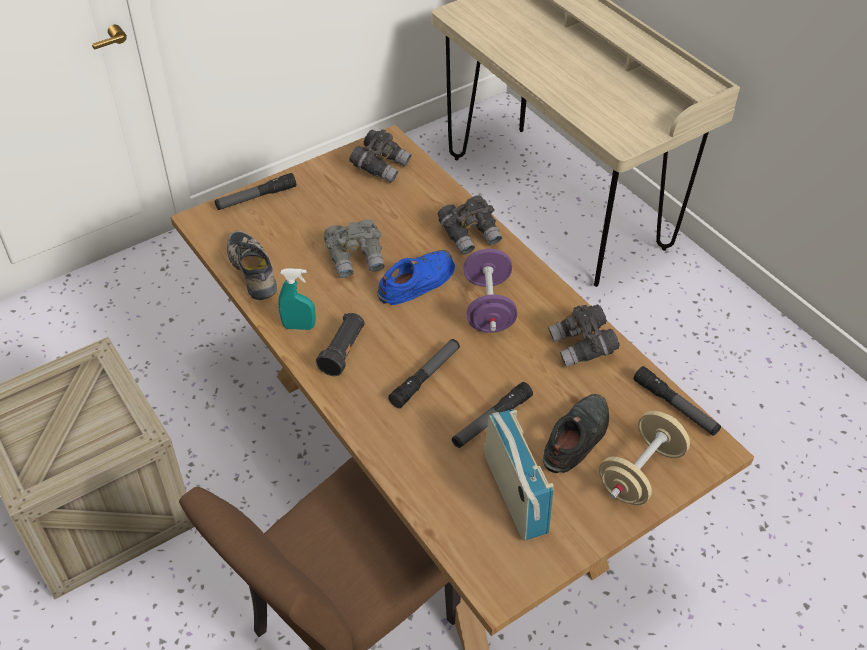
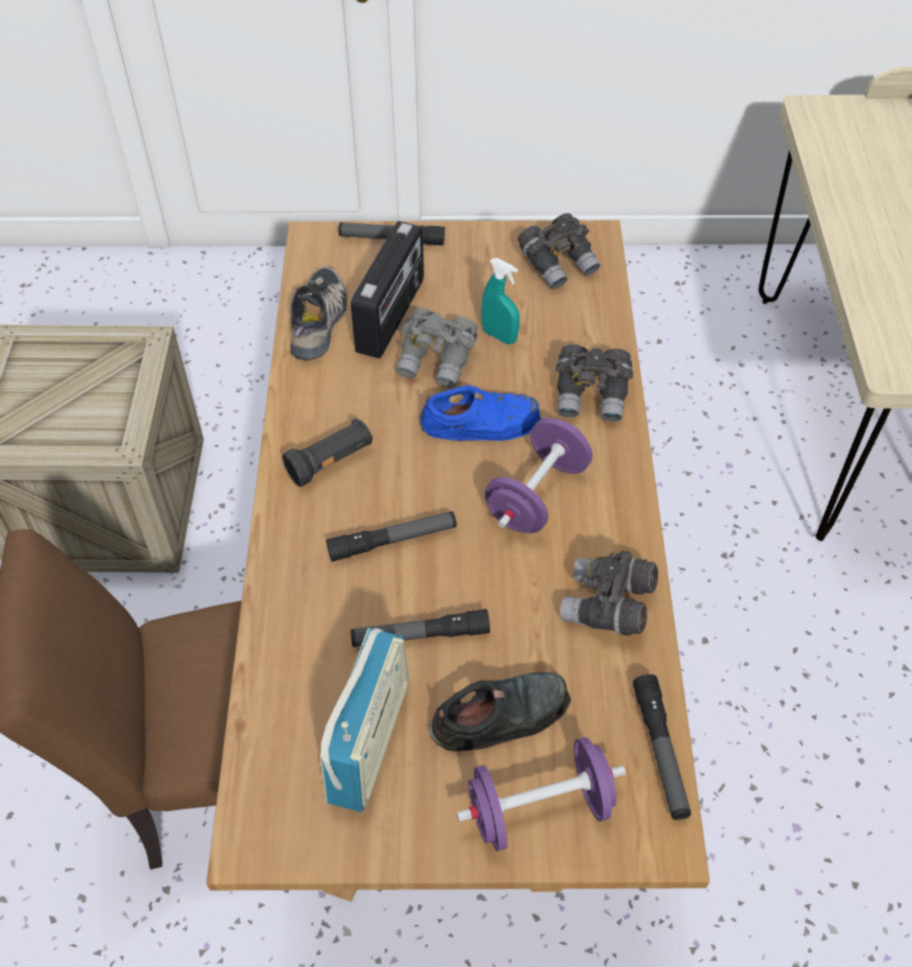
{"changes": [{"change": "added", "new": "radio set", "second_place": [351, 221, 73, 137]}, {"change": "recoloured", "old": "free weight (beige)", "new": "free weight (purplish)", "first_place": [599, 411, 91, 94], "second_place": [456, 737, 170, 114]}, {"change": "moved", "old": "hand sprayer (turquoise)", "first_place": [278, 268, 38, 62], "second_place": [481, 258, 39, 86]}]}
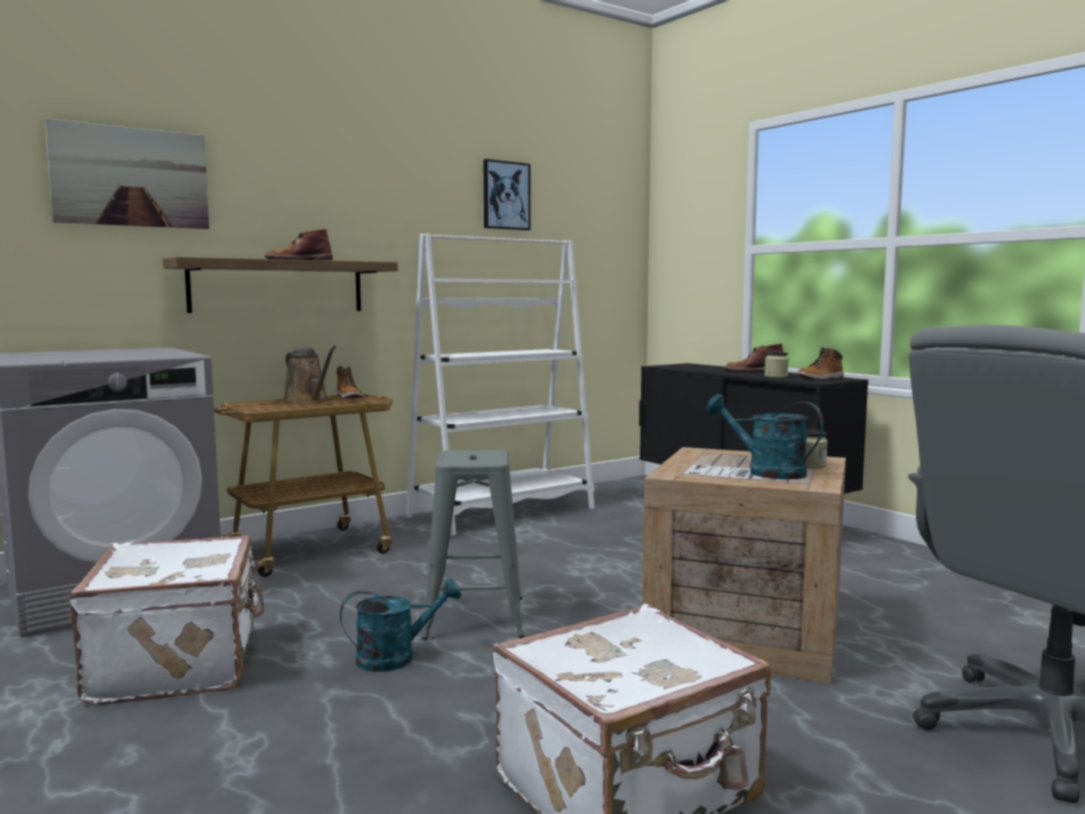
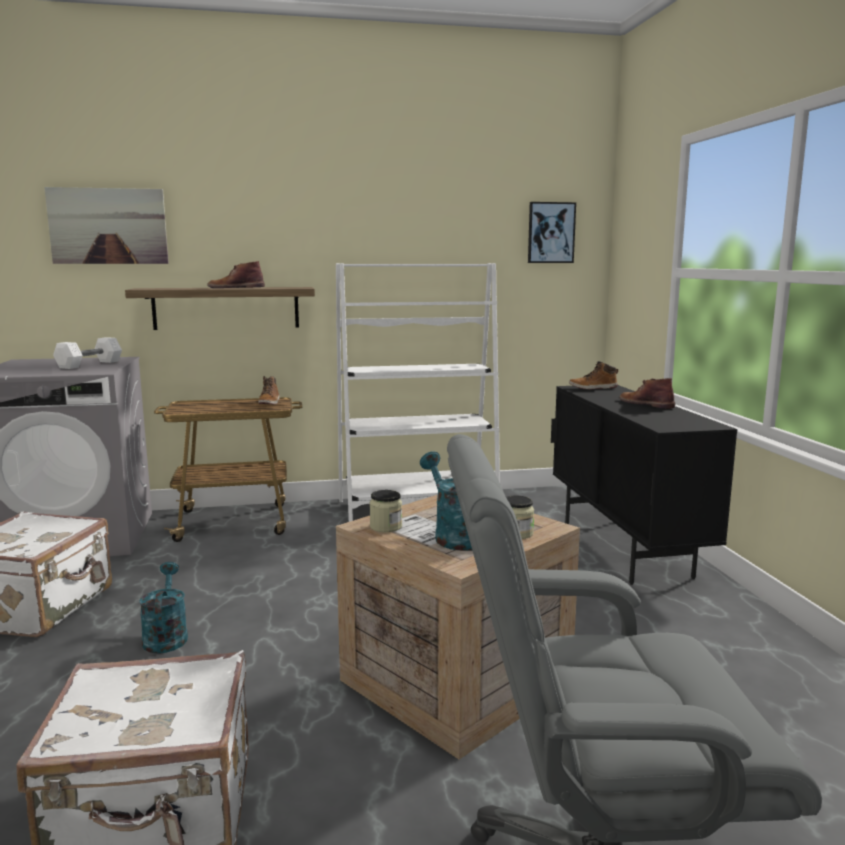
{"changes": [{"change": "added", "new": "free weight (whitish)", "second_place": [53, 337, 69, 32]}, {"change": "turned", "old": "watering can (turquoise)", "first_place": [340, 578, 122, 94], "second_place": [139, 562, 49, 92], "degrees": -105}, {"change": "moved", "old": "storage jar", "first_place": [764, 352, 25, 26], "second_place": [370, 490, 32, 42]}, {"change": "moved", "old": "wall picture", "first_place": [484, 159, 47, 71], "second_place": [528, 202, 48, 61]}, {"change": "moved", "old": "boot", "first_place": [797, 347, 47, 33], "second_place": [569, 361, 49, 29]}, {"change": "removed", "old": "watering can (brown)", "first_place": [283, 346, 53, 56]}, {"change": "removed", "old": "sitting stool (greyish)", "first_place": [422, 450, 102, 190]}]}
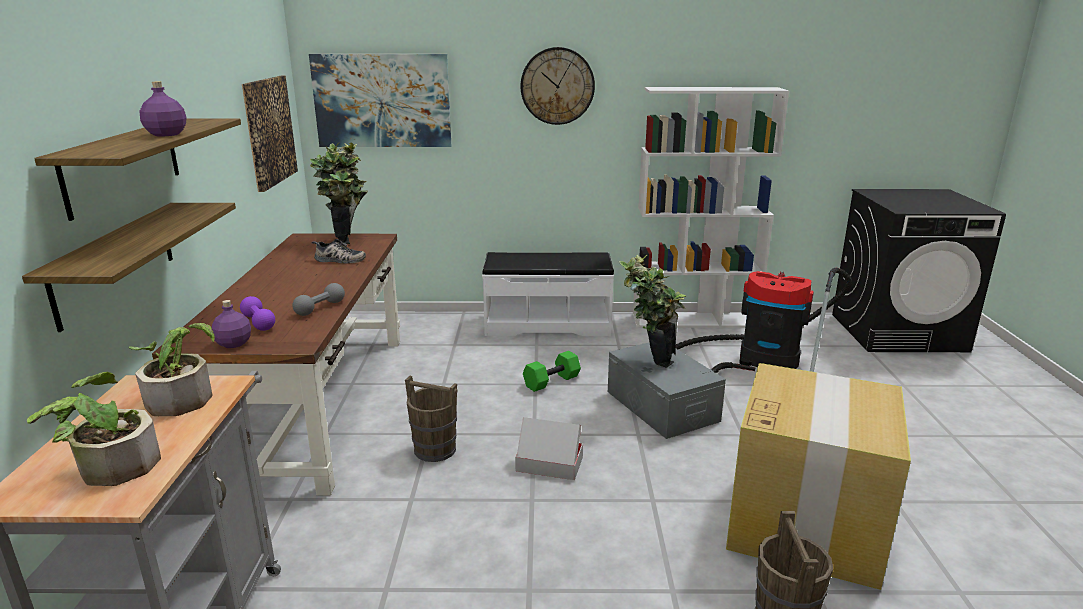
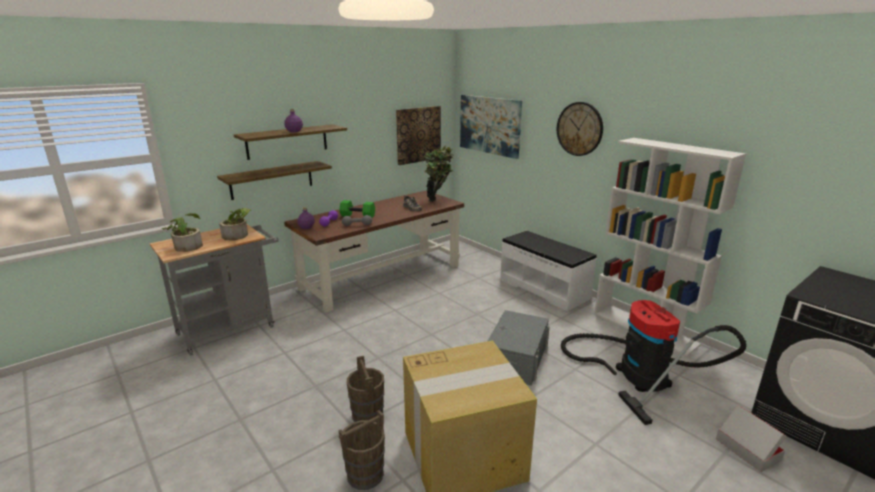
{"changes": [{"change": "moved", "old": "free weight (green)", "first_place": [523, 351, 58, 41], "second_place": [339, 200, 36, 18]}, {"change": "moved", "old": "pail (brown)", "first_place": [405, 376, 53, 86], "second_place": [347, 356, 37, 66]}, {"change": "moved", "old": "carton", "first_place": [515, 417, 68, 63], "second_place": [716, 405, 70, 67]}, {"change": "removed", "old": "potted plant", "first_place": [619, 255, 67, 113]}]}
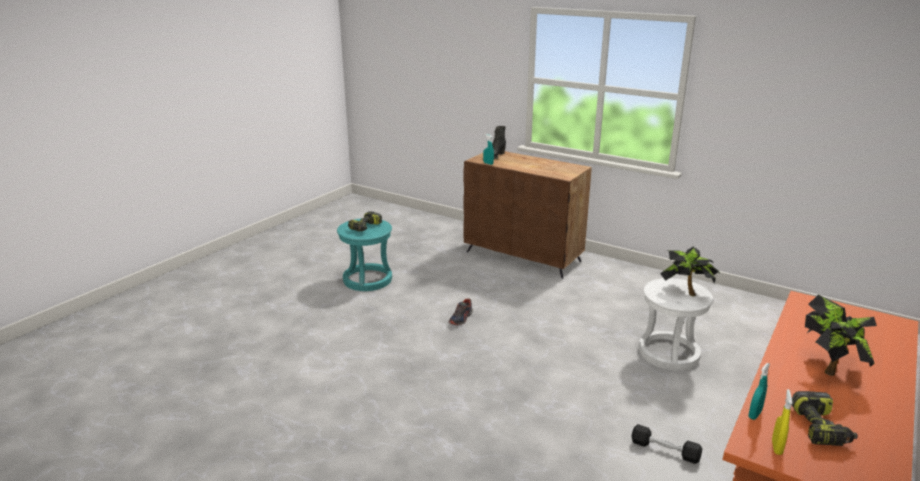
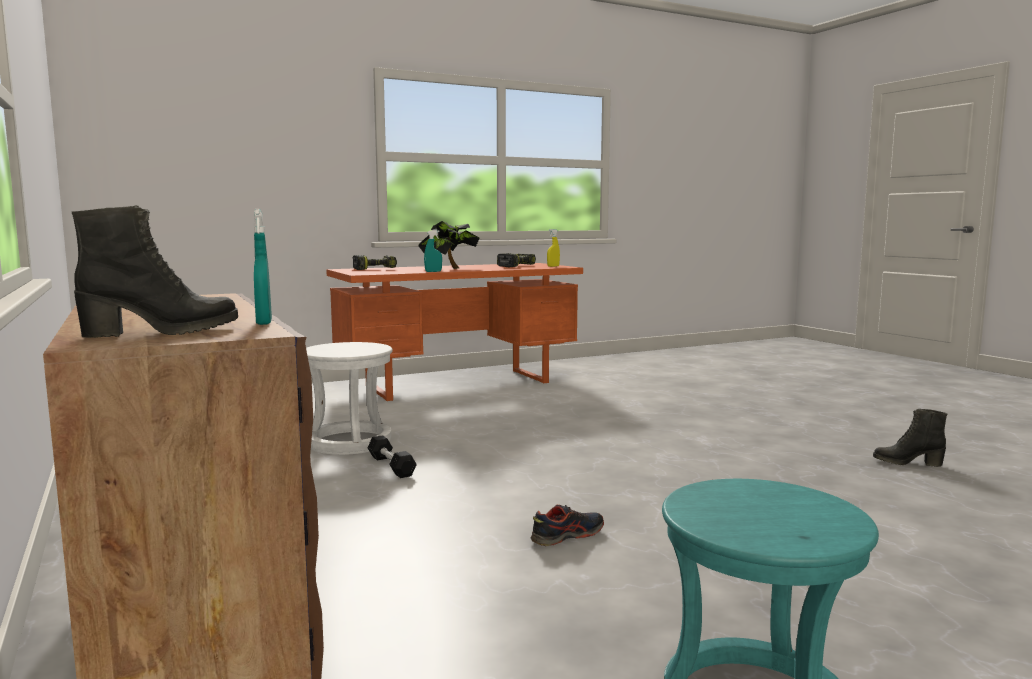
{"changes": [{"change": "moved", "old": "electric drill", "first_place": [348, 211, 34, 21], "second_place": [353, 255, 44, 15]}, {"change": "moved", "old": "free weight (blackish)", "first_place": [632, 424, 70, 40], "second_place": [368, 435, 49, 43]}, {"change": "moved", "old": "hand sprayer (turquoise)", "first_place": [748, 363, 22, 57], "second_place": [424, 230, 18, 42]}, {"change": "added", "new": "boot (blackish)", "second_place": [873, 409, 74, 58]}, {"change": "removed", "old": "potted plant", "first_place": [660, 247, 60, 49]}]}
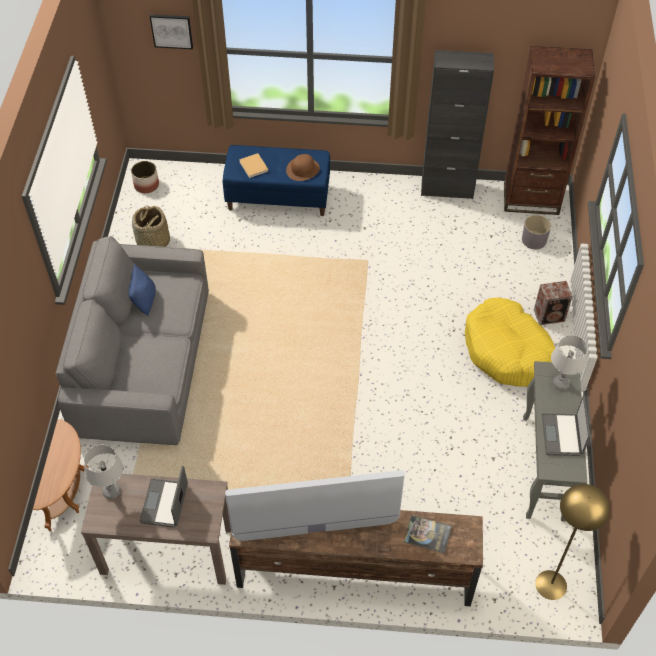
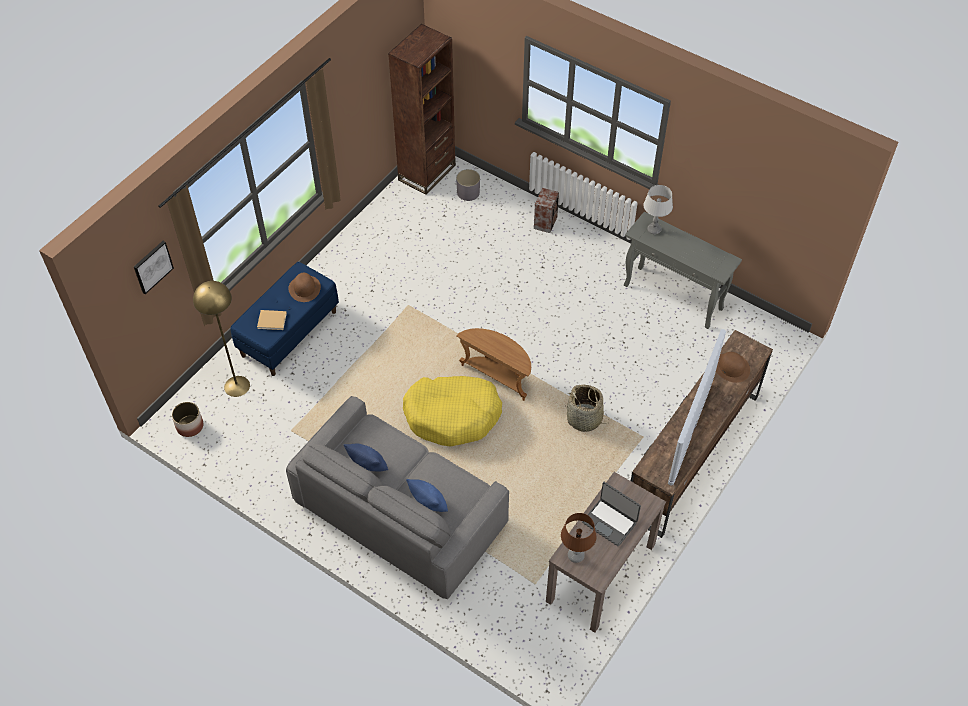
{"changes": [{"change": "moved", "old": "standing lamp (yellow-coloured)", "first_place": [535, 484, 75, 116], "second_place": [193, 281, 57, 116]}, {"change": "moved", "old": "pet bed (yellow-coloured)", "first_place": [465, 298, 90, 89], "second_place": [403, 376, 99, 71]}, {"change": "added", "new": "throw pillow (bluish)", "second_place": [406, 479, 42, 33]}, {"change": "moved", "old": "end table (brown)", "first_place": [33, 419, 56, 112], "second_place": [456, 328, 75, 73]}, {"change": "recoloured", "old": "lamp for a table (greyish)", "new": "lamp for a table (brown)", "first_place": [84, 445, 39, 54], "second_place": [561, 513, 35, 50]}, {"change": "moved", "old": "household basket", "first_place": [132, 205, 38, 42], "second_place": [565, 384, 44, 48]}, {"change": "replaced", "old": "book", "new": "hat (brown)", "first_place": [404, 515, 48, 38], "second_place": [716, 352, 34, 31]}, {"change": "removed", "old": "cabinet (blackish)", "first_place": [421, 50, 73, 149]}, {"change": "removed", "old": "notebook computer", "first_place": [542, 396, 48, 60]}]}
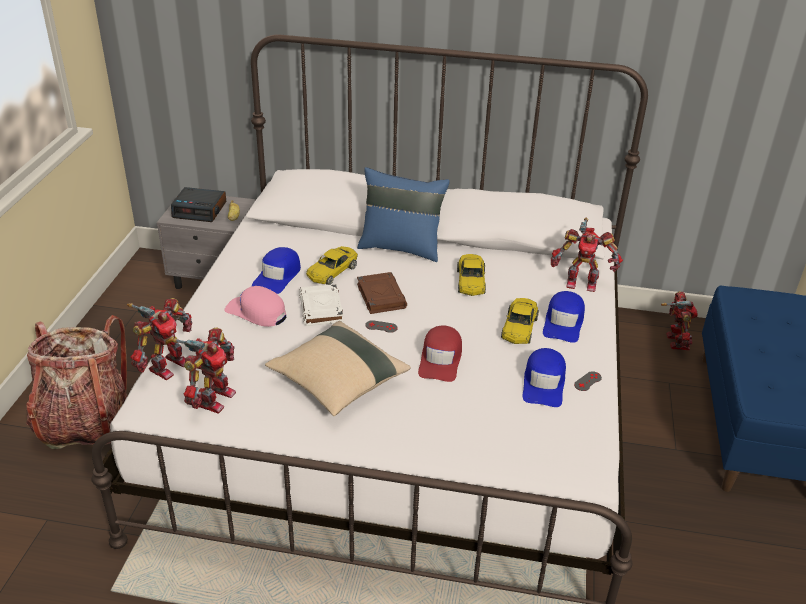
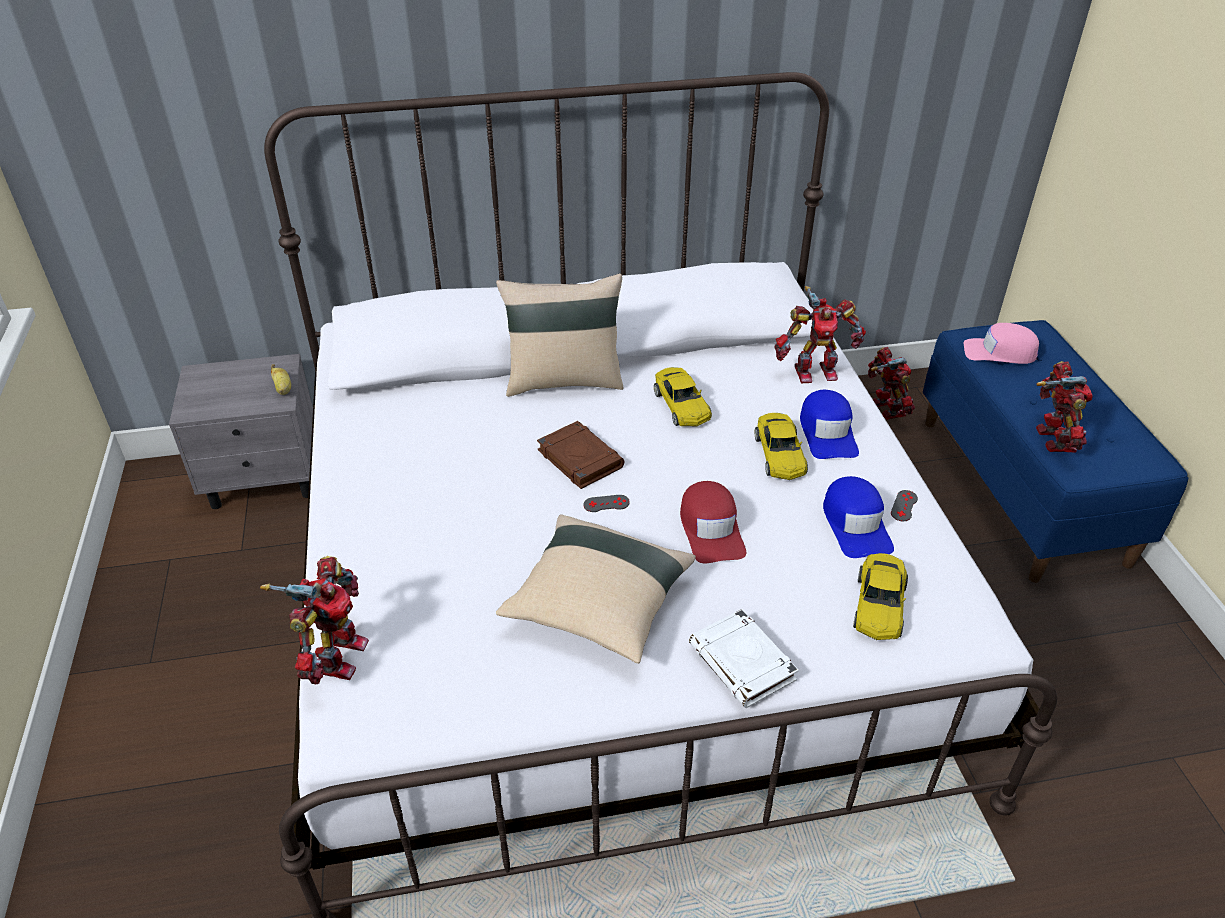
{"changes": [{"change": "recoloured", "old": "throw pillow (bluish)", "new": "throw pillow (beige)", "first_place": [357, 167, 93, 95], "second_place": [496, 273, 128, 124]}, {"change": "moved", "old": "book (whitish)", "first_place": [299, 284, 45, 42], "second_place": [689, 609, 110, 99]}, {"change": "moved", "old": "miniature car (yellow-coloured)", "first_place": [306, 246, 52, 39], "second_place": [853, 553, 55, 87]}, {"change": "moved", "old": "peaked cap (pink-coloured)", "first_place": [224, 286, 62, 41], "second_place": [964, 323, 75, 41]}, {"change": "moved", "old": "toy robot", "first_place": [170, 327, 66, 87], "second_place": [1036, 361, 57, 91]}, {"change": "removed", "old": "backpack", "first_place": [26, 315, 101, 134]}, {"change": "removed", "old": "bedside clock", "first_place": [171, 187, 55, 35]}, {"change": "removed", "old": "peaked cap (bluish)", "first_place": [252, 247, 49, 47]}]}
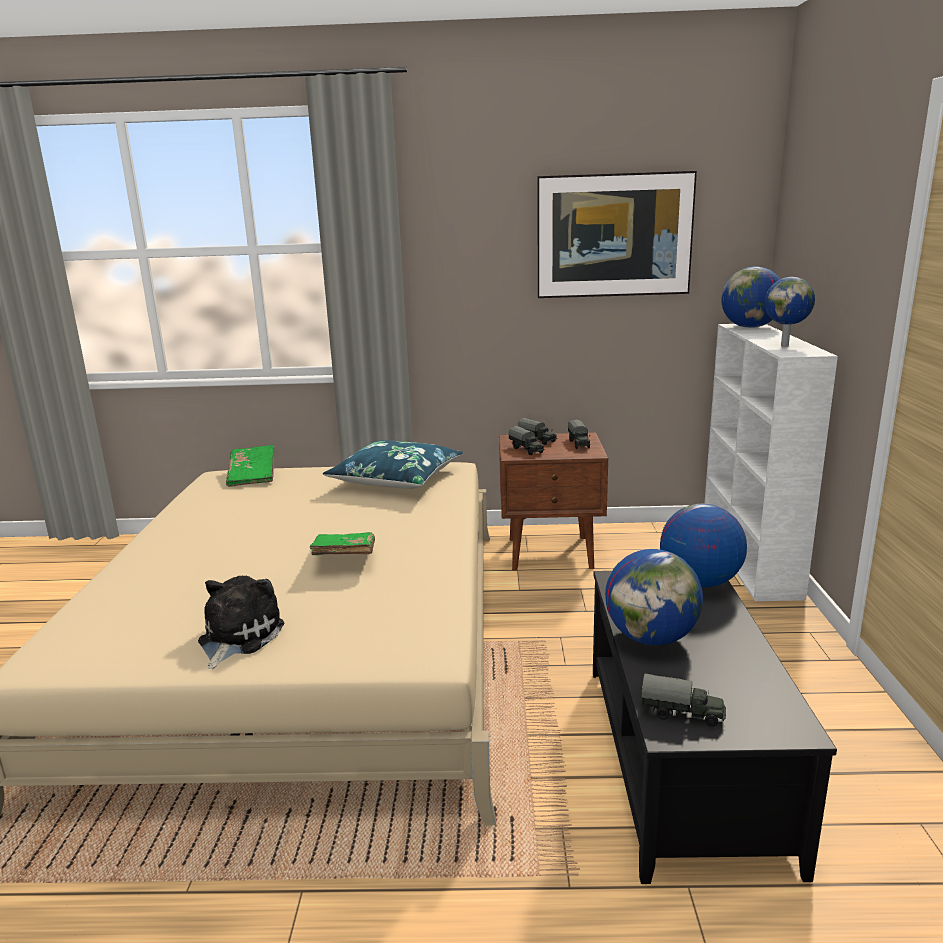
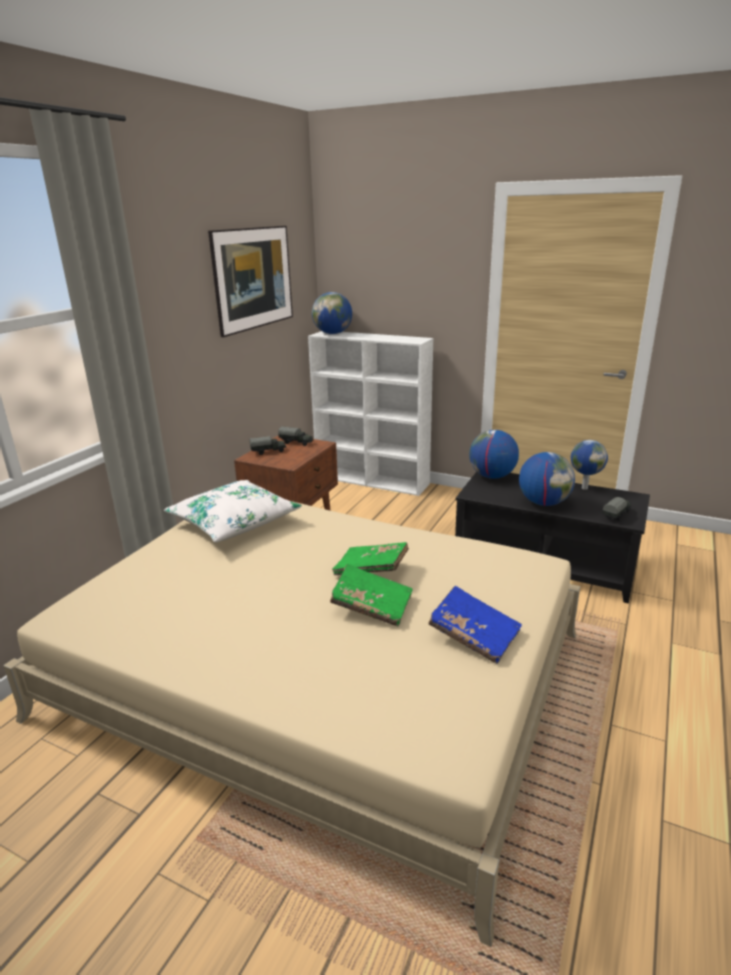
{"changes": [{"change": "recoloured", "old": "throw pillow (bluish)", "new": "throw pillow (whitish)", "first_place": [323, 440, 140, 49], "second_place": [164, 480, 138, 63]}, {"change": "moved", "old": "book (green)", "first_place": [226, 445, 48, 42], "second_place": [330, 564, 82, 62]}, {"change": "replaced", "old": "plush toy", "new": "book (bluish)", "first_place": [198, 576, 86, 93], "second_place": [428, 586, 94, 78]}, {"change": "moved", "old": "world globe", "first_place": [765, 277, 50, 70], "second_place": [571, 440, 37, 50]}, {"change": "removed", "old": "toy truck", "first_place": [509, 426, 36, 29]}]}
